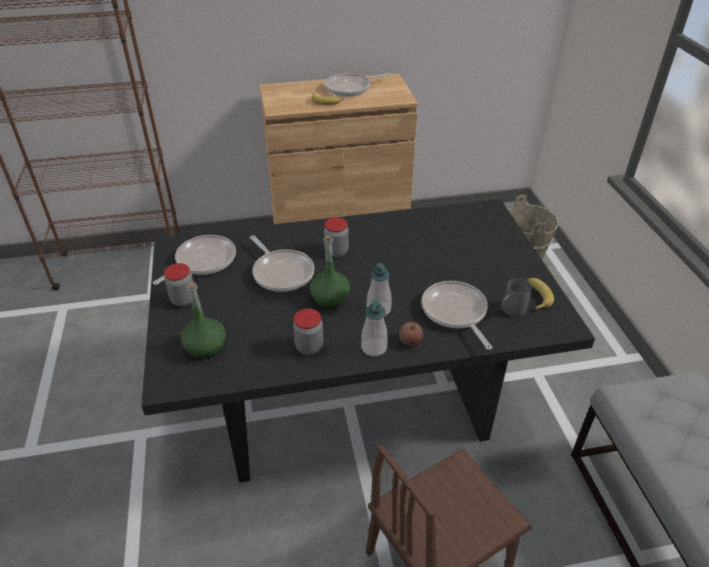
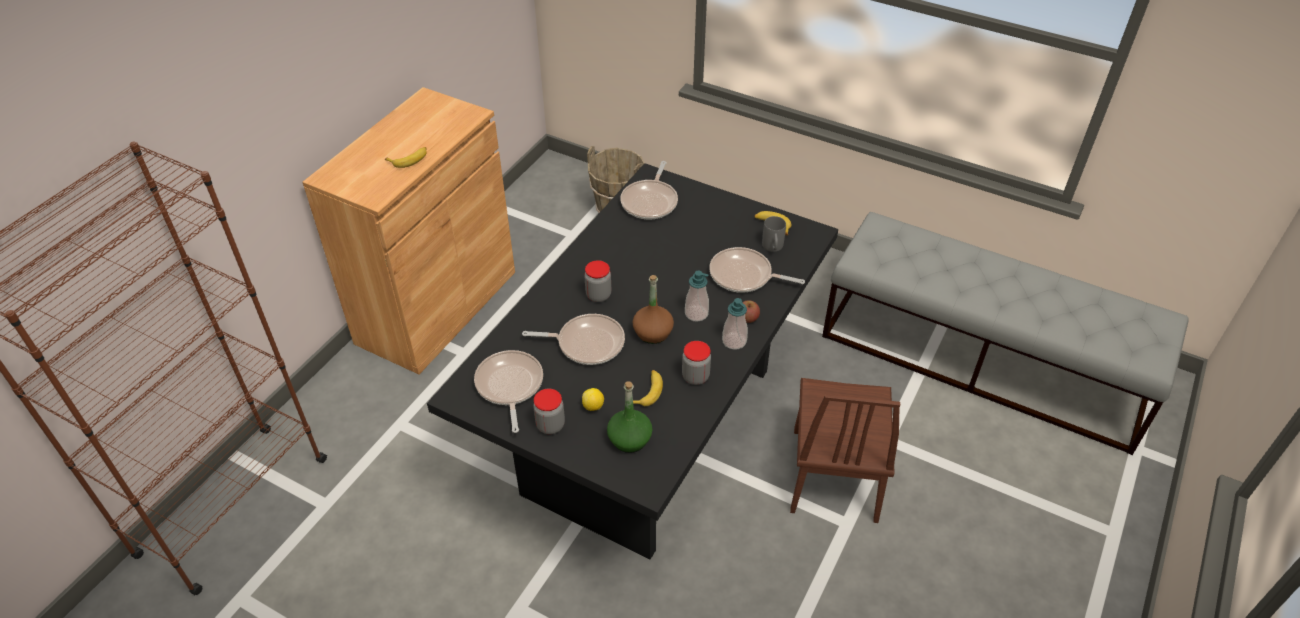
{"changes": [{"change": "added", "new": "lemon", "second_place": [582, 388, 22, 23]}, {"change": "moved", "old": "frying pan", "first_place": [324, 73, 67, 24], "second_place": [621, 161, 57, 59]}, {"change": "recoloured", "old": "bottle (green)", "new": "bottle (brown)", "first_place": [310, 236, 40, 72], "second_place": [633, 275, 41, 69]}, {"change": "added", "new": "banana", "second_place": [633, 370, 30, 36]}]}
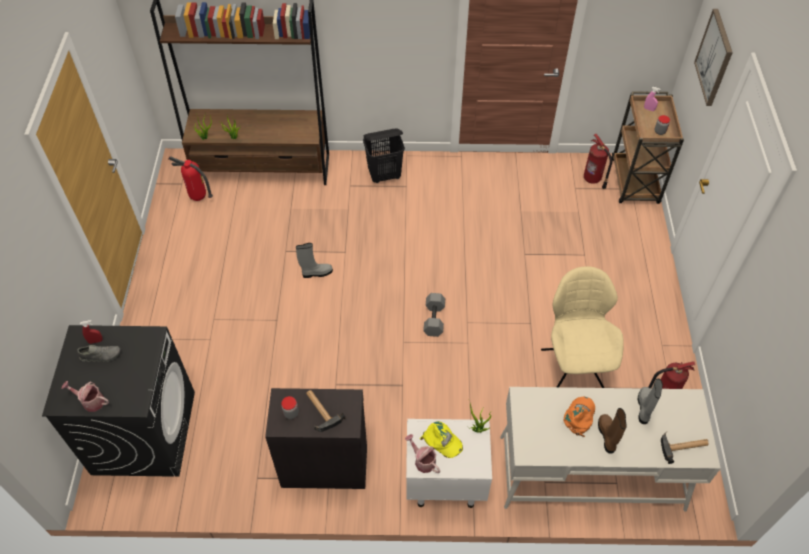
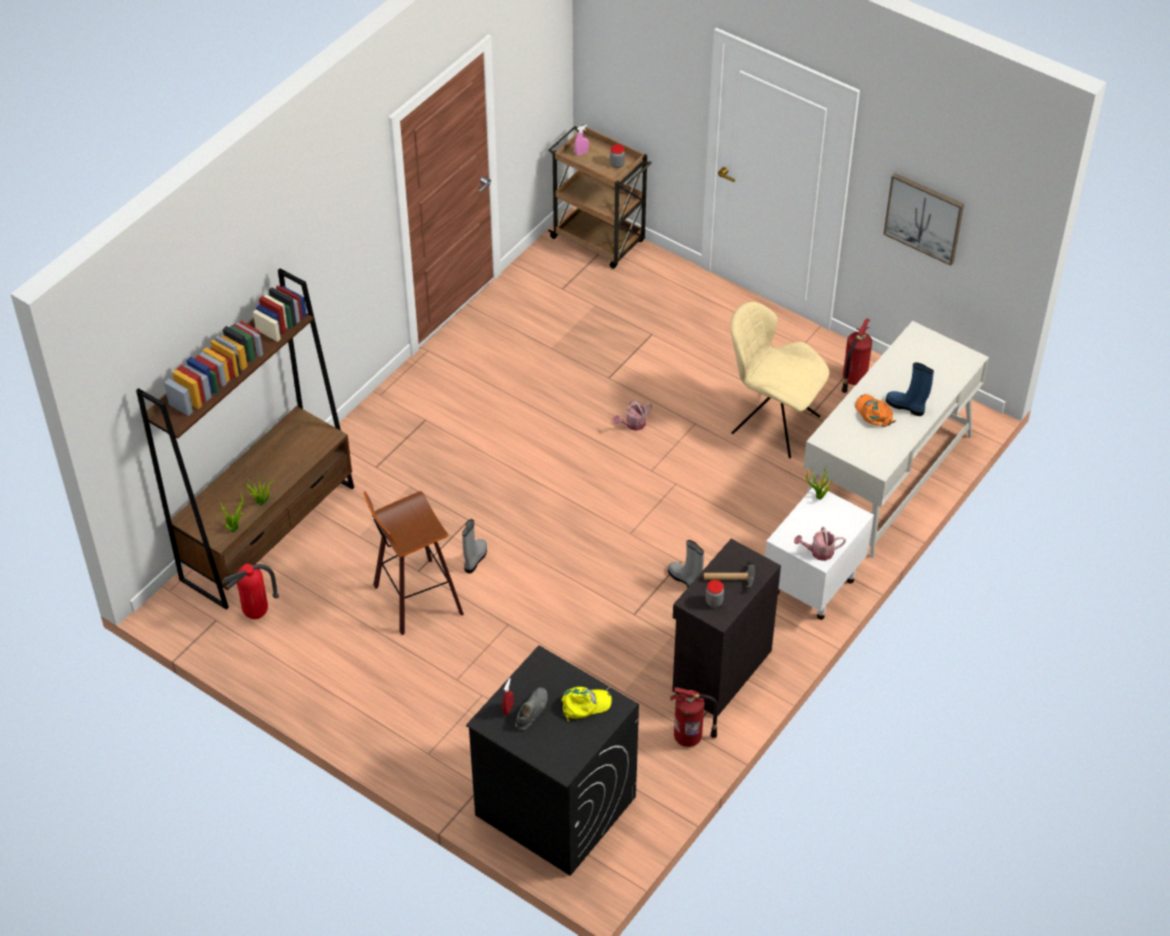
{"changes": [{"change": "added", "new": "sitting stool", "second_place": [364, 491, 100, 144]}, {"change": "moved", "old": "peaked cap (yellow-coloured)", "first_place": [420, 421, 43, 37], "second_place": [562, 687, 50, 35]}, {"change": "moved", "old": "watering can", "first_place": [61, 381, 48, 31], "second_place": [613, 401, 39, 30]}, {"change": "moved", "old": "boot (greyish)", "first_place": [638, 379, 25, 45], "second_place": [668, 540, 36, 48]}, {"change": "moved", "old": "fire extinguisher", "first_place": [584, 134, 28, 55], "second_place": [670, 687, 48, 60]}, {"change": "moved", "old": "wall picture", "first_place": [694, 9, 39, 97], "second_place": [883, 173, 81, 93]}, {"change": "recoloured", "old": "boot (brown)", "new": "boot (bluish)", "first_place": [598, 408, 29, 46], "second_place": [886, 362, 48, 54]}, {"change": "removed", "old": "hamper (blackish)", "first_place": [363, 129, 42, 54]}, {"change": "removed", "old": "free weight (greyish)", "first_place": [423, 293, 22, 44]}, {"change": "removed", "old": "hammer", "first_place": [661, 432, 48, 32]}]}
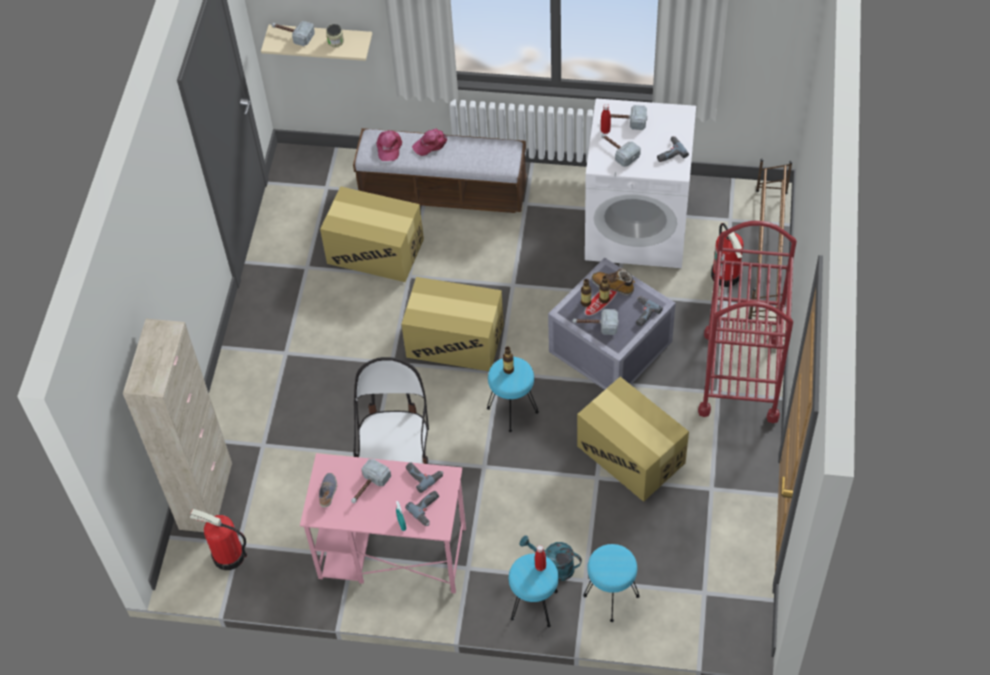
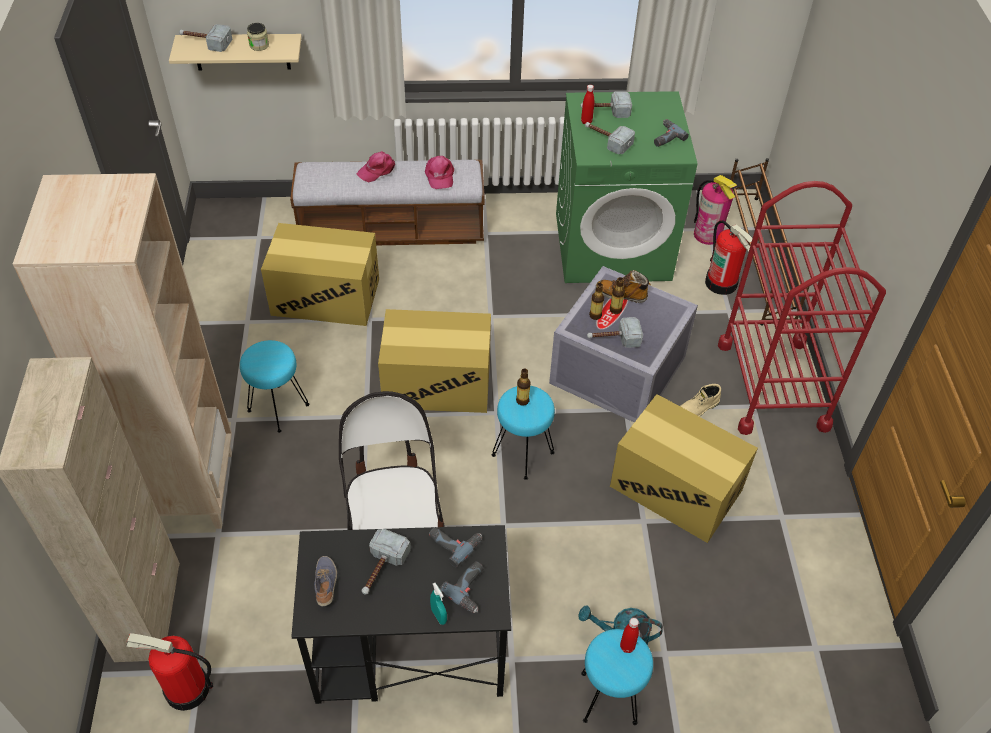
{"changes": [{"change": "added", "new": "bookcase (beige)", "second_place": [13, 173, 219, 356]}, {"change": "moved", "old": "sitting stool (turquoise)", "first_place": [583, 544, 57, 78], "second_place": [240, 340, 69, 93]}, {"change": "recoloured", "old": "desk (pink-coloured)", "new": "desk (blackish)", "first_place": [300, 453, 166, 140], "second_place": [291, 525, 220, 179]}, {"change": "moved", "old": "peaked cap (pink-coloured)", "first_place": [377, 130, 25, 31], "second_place": [425, 156, 29, 33]}, {"change": "recoloured", "old": "laundry appliance (whitish)", "new": "laundry appliance (green)", "first_place": [585, 98, 111, 170], "second_place": [556, 91, 141, 192]}, {"change": "added", "new": "boot (beige)", "second_place": [680, 384, 41, 33]}, {"change": "added", "new": "fire extinguisher", "second_place": [694, 175, 43, 70]}, {"change": "removed", "old": "electric drill", "first_place": [636, 296, 27, 30]}]}
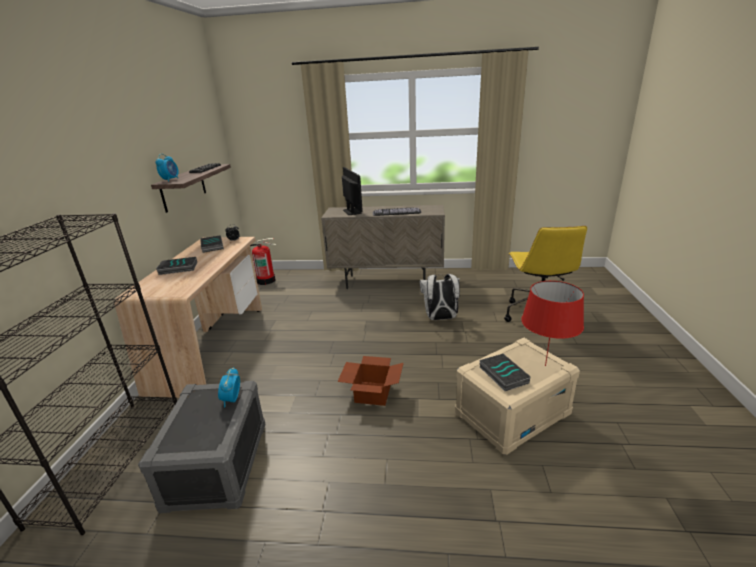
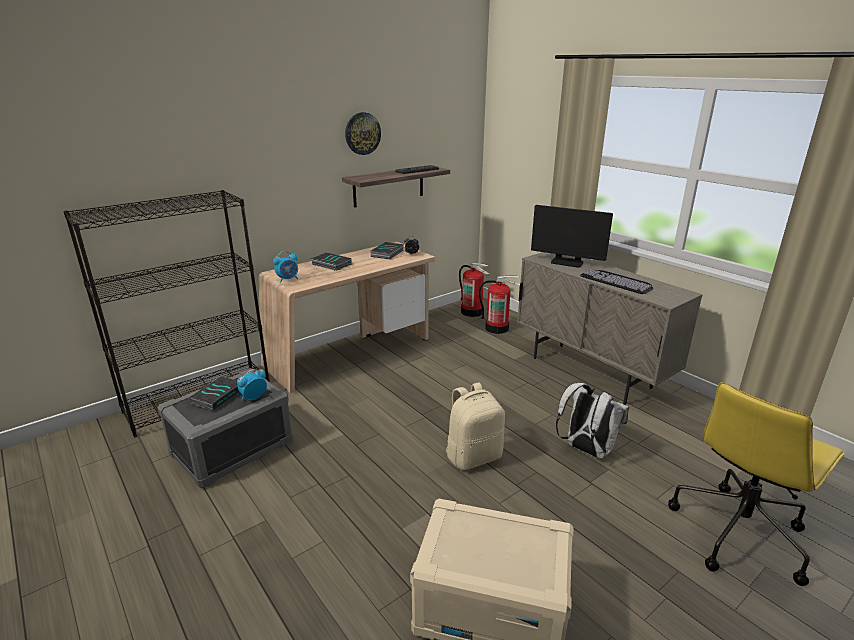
{"changes": [{"change": "moved", "old": "book", "first_place": [479, 354, 52, 37], "second_place": [190, 376, 49, 35]}, {"change": "moved", "old": "bedside clock", "first_place": [156, 154, 23, 28], "second_place": [273, 251, 25, 32]}, {"change": "added", "new": "hanging clock", "second_place": [345, 112, 36, 43]}, {"change": "added", "new": "backpack (beige)", "second_place": [446, 383, 59, 87]}, {"change": "added", "new": "fire extinguisher", "second_place": [479, 276, 41, 58]}, {"change": "turned", "old": "computer display", "first_place": [342, 167, 21, 48], "second_place": [531, 205, 82, 63], "degrees": 90}, {"change": "removed", "old": "carton", "first_place": [337, 356, 66, 50]}, {"change": "removed", "old": "lamp for a table (reddish)", "first_place": [521, 281, 63, 85]}]}
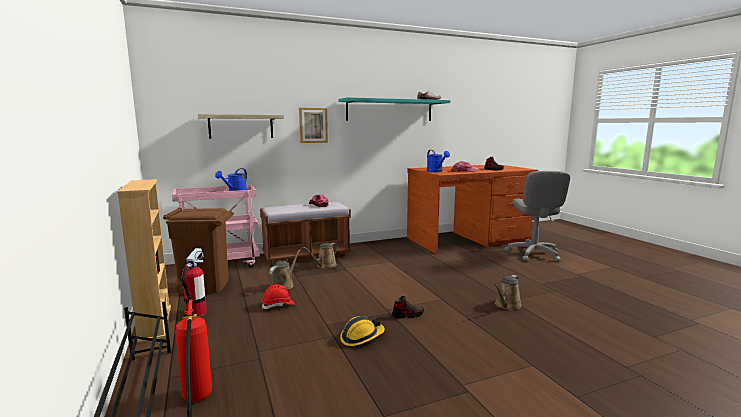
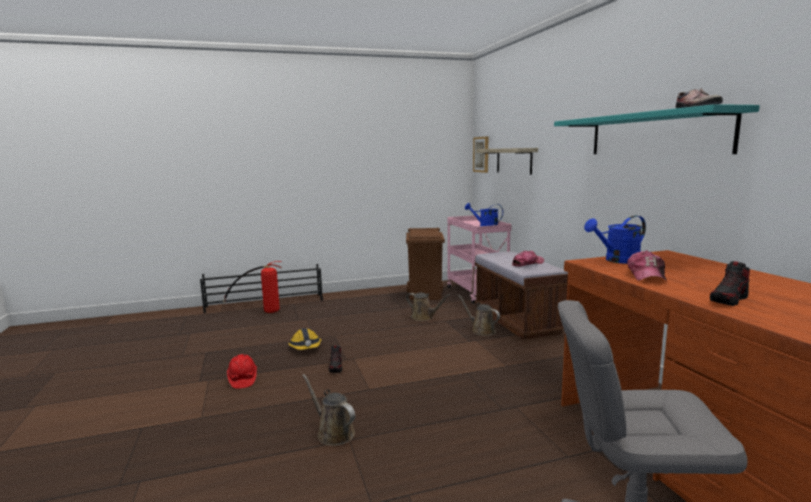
{"changes": [{"change": "moved", "old": "safety helmet (reddish)", "first_place": [262, 284, 33, 25], "second_place": [227, 354, 30, 35]}, {"change": "moved", "old": "wall picture", "first_place": [299, 108, 29, 35], "second_place": [473, 137, 15, 36]}, {"change": "removed", "old": "bookcase (beige)", "first_place": [117, 179, 54, 164]}, {"change": "removed", "old": "fire extinguisher", "first_place": [181, 248, 26, 69]}]}
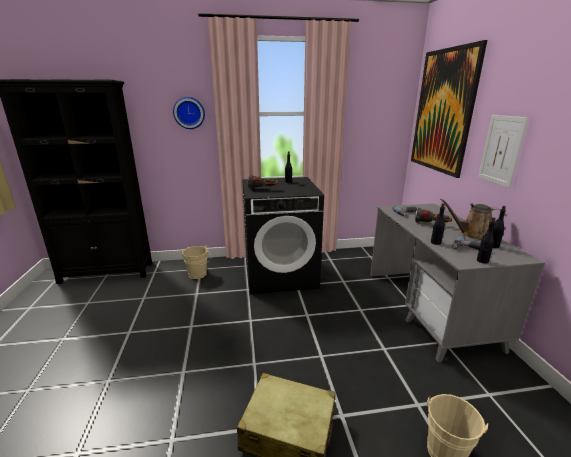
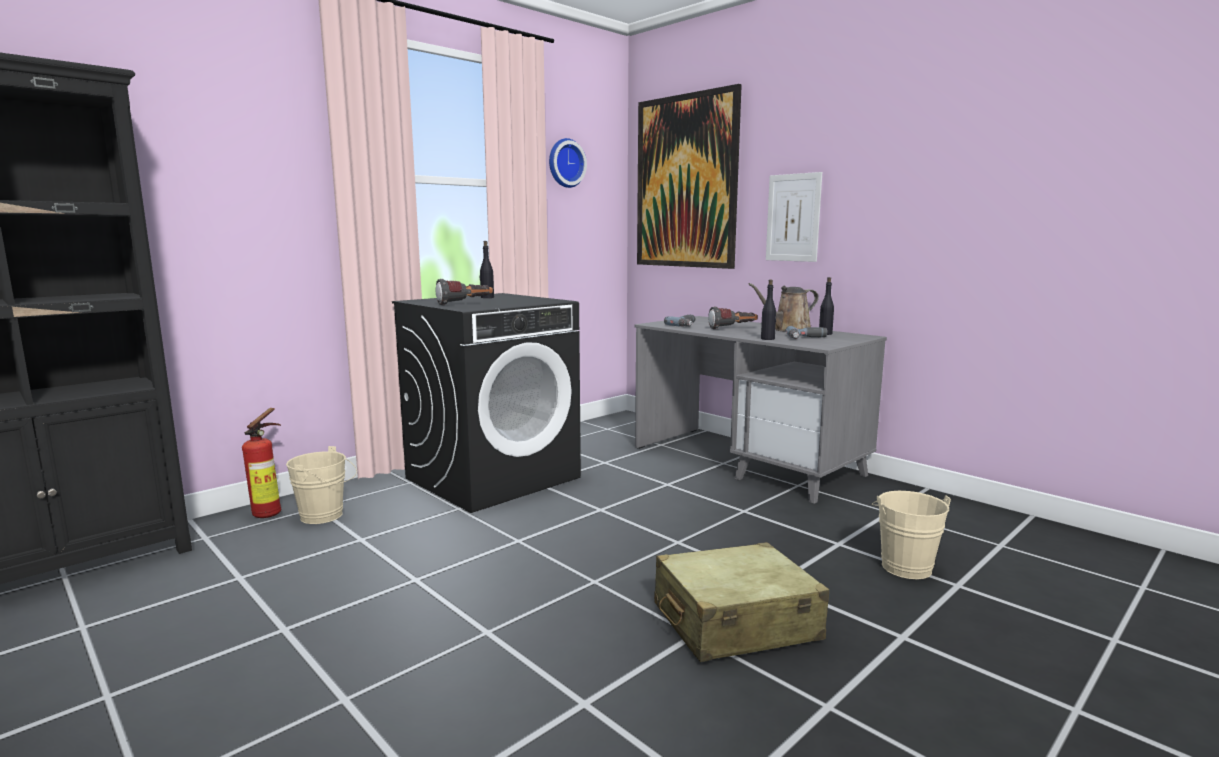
{"changes": [{"change": "added", "new": "fire extinguisher", "second_place": [242, 408, 39, 110]}, {"change": "moved", "old": "hanging clock", "first_place": [173, 97, 32, 32], "second_place": [549, 138, 38, 50]}, {"change": "removed", "old": "bottle (blackish)", "first_place": [477, 217, 19, 47]}]}
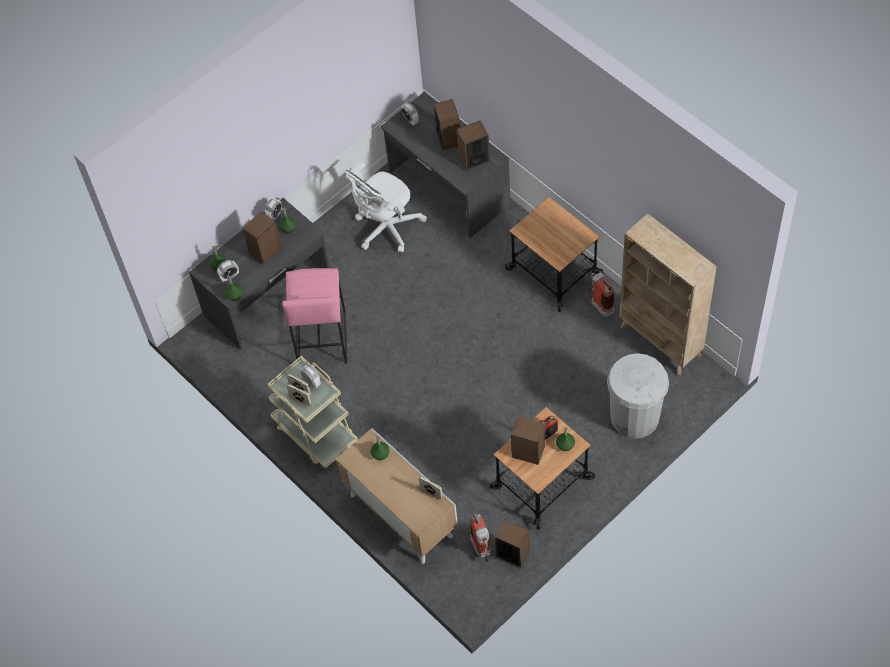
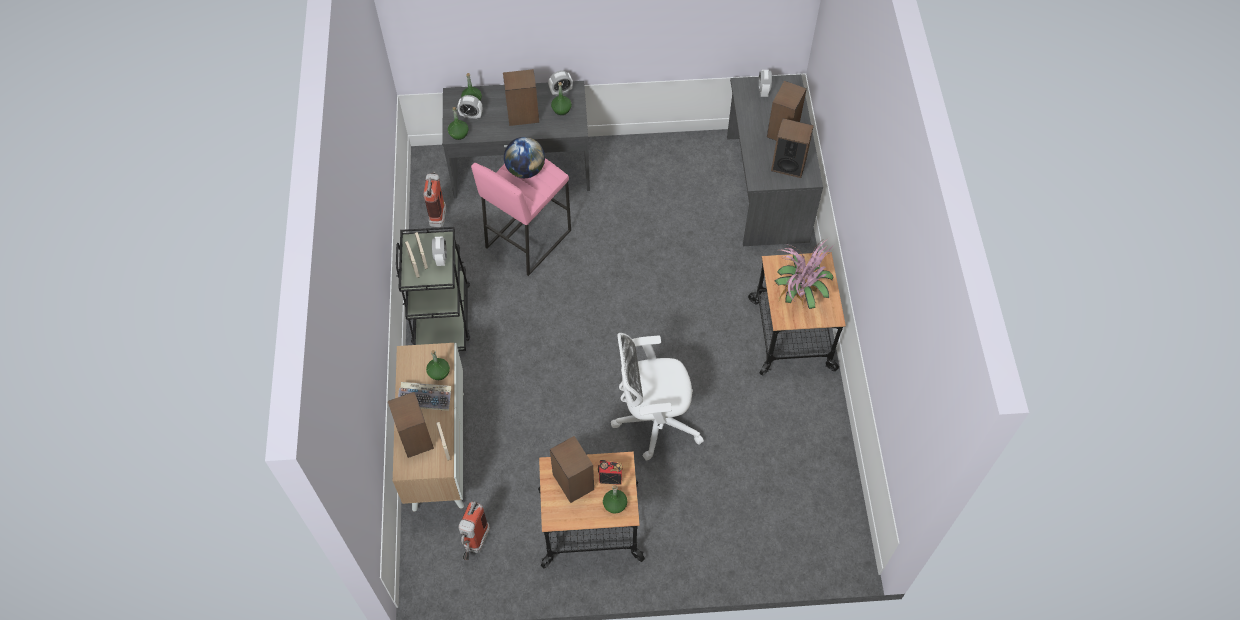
{"changes": [{"change": "moved", "old": "loudspeaker", "first_place": [495, 519, 35, 49], "second_place": [388, 392, 46, 66]}, {"change": "recoloured", "old": "wheeled cart (beige)", "new": "wheeled cart (blackish)", "first_place": [267, 356, 91, 113], "second_place": [396, 227, 74, 124]}, {"change": "added", "new": "PC keyboard", "second_place": [398, 382, 53, 29]}, {"change": "moved", "old": "fire extinguisher", "first_place": [588, 272, 27, 45], "second_place": [423, 172, 23, 55]}, {"change": "added", "new": "world globe", "second_place": [504, 137, 41, 41]}, {"change": "moved", "old": "desk chair (whitish)", "first_place": [342, 161, 85, 91], "second_place": [611, 333, 93, 127]}, {"change": "added", "new": "potted plant", "second_place": [774, 239, 60, 70]}, {"change": "removed", "old": "rubbish bin (whitish)", "first_place": [607, 353, 62, 86]}, {"change": "removed", "old": "bookcase (beige)", "first_place": [619, 213, 98, 162]}]}
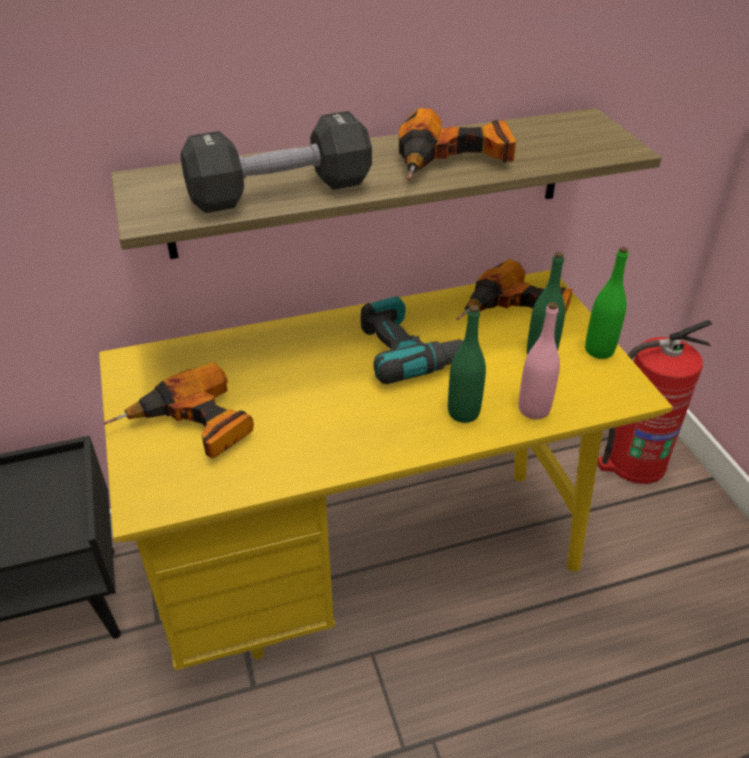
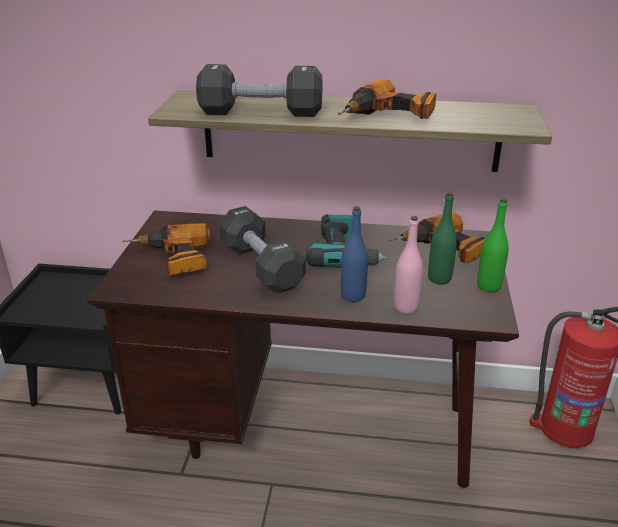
{"changes": [{"change": "recoloured", "old": "desk (yellow-coloured)", "new": "desk (brown)", "first_place": [99, 270, 574, 401], "second_place": [87, 211, 432, 277]}, {"change": "added", "new": "free weight (blackish)", "second_place": [219, 206, 87, 87]}, {"change": "recoloured", "old": "bottle (green)", "new": "bottle (bluish)", "first_place": [448, 305, 38, 118], "second_place": [341, 206, 27, 96]}]}
